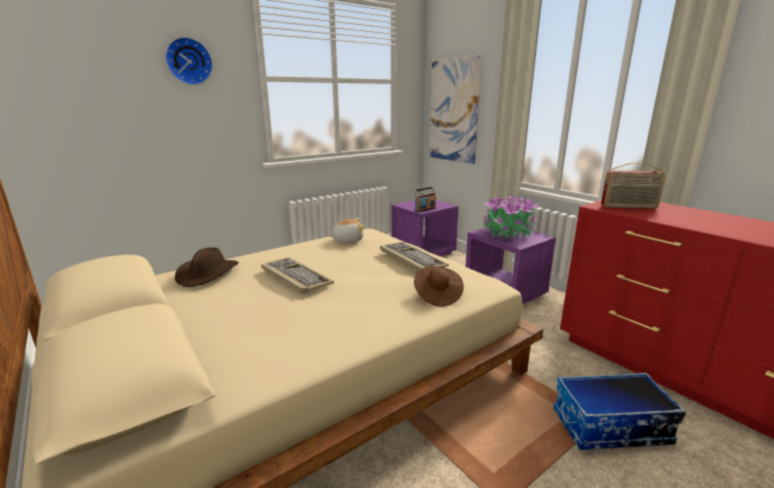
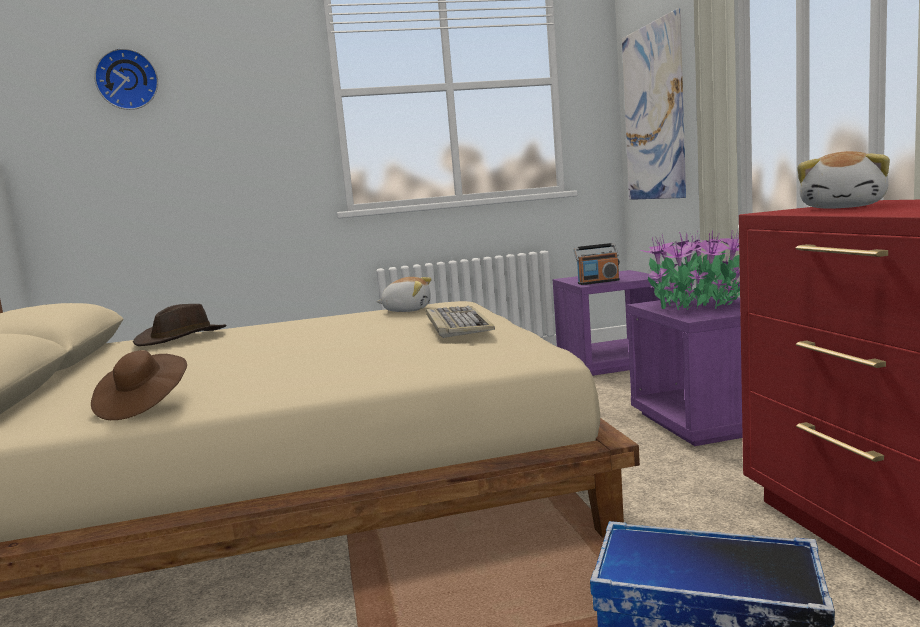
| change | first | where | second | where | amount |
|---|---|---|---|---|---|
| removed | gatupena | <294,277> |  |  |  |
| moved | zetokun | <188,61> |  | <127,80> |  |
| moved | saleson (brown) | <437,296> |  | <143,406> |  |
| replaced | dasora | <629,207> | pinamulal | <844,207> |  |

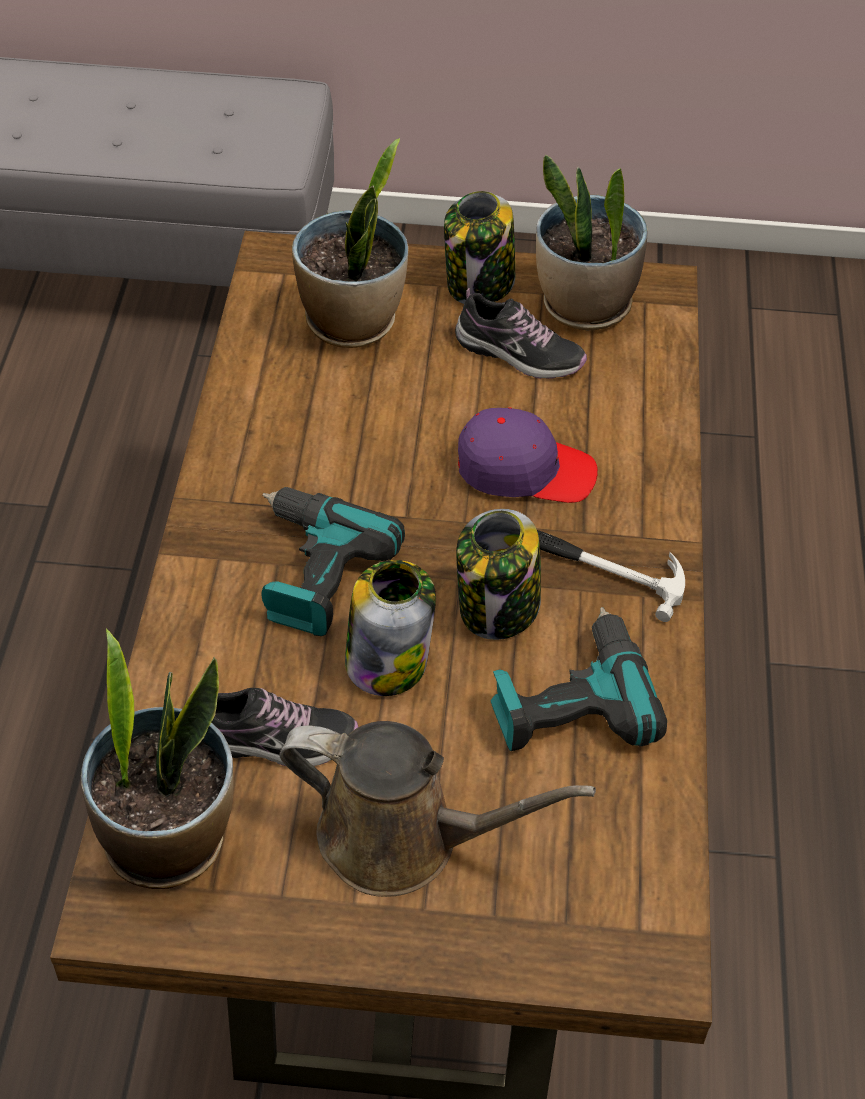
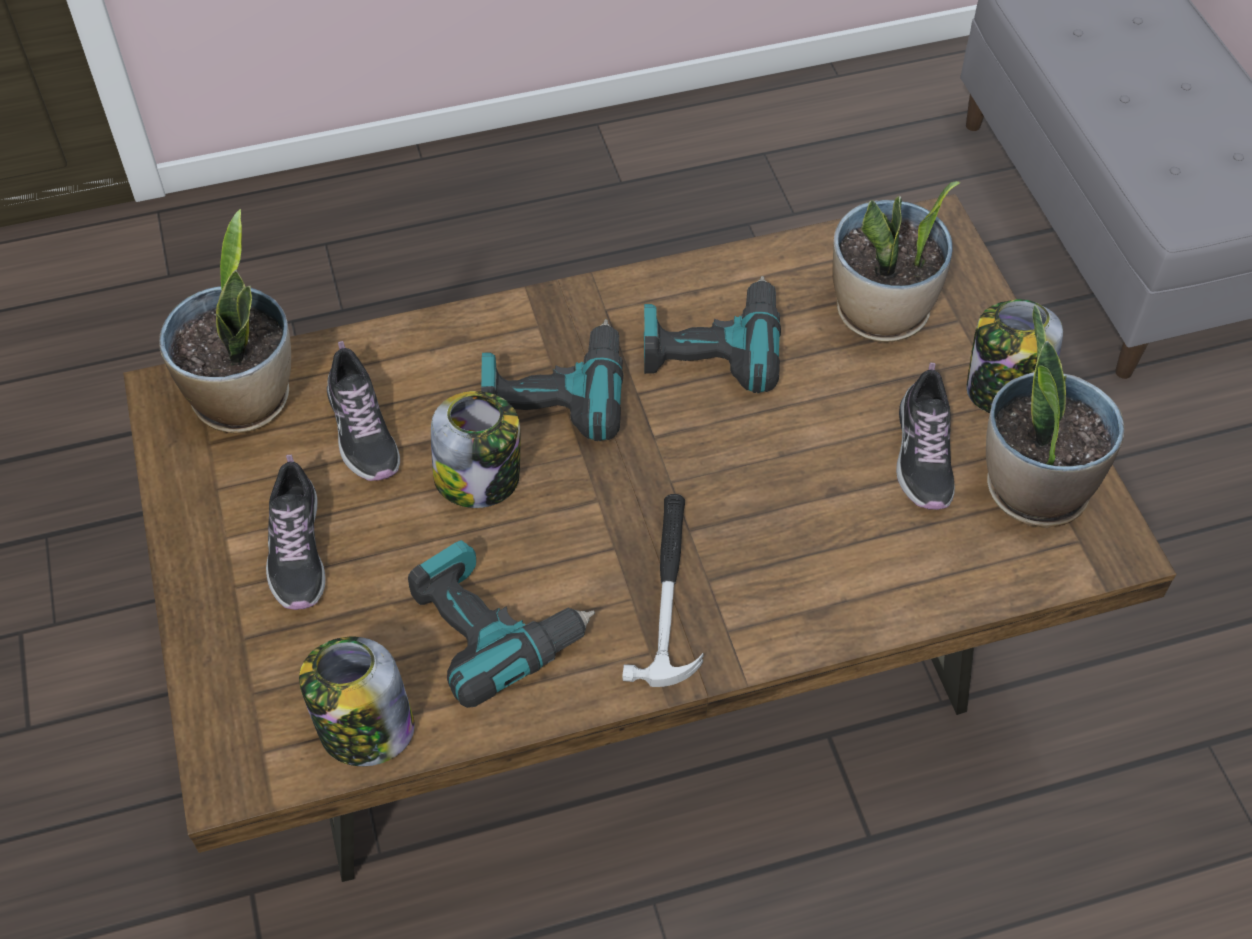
| change | first | where | second | where | amount |
|---|---|---|---|---|---|
| removed | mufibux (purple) | <524,469> |  |  |  |
| added |  |  | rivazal | <711,346> |  |
| moved | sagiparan | <498,608> |  | <364,730> |  |
| replaced | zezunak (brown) | <402,839> | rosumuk | <297,550> |  |

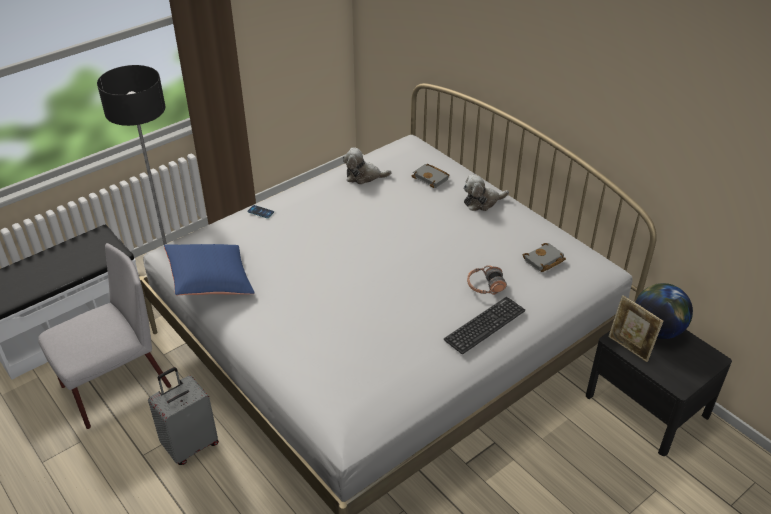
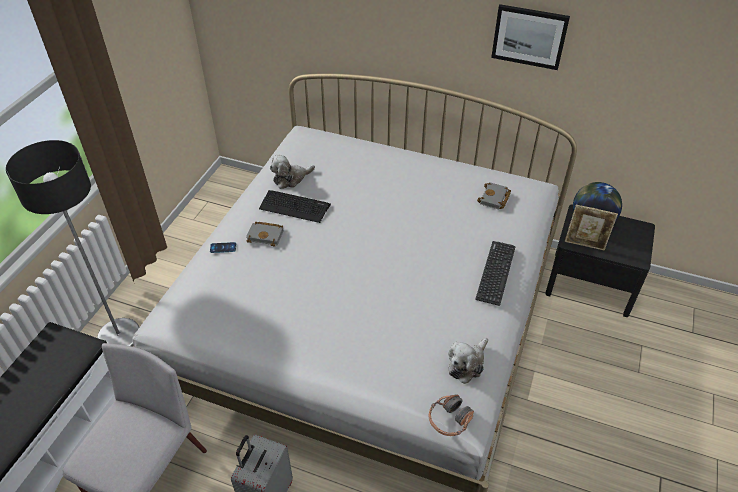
| change | first | where | second | where | amount |
|---|---|---|---|---|---|
| removed | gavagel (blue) | <210,281> |  |  |  |
| added |  |  | gatupena | <294,206> |  |
| added |  |  | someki | <529,36> |  |
| moved | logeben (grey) | <432,178> |  | <266,235> |  |
| moved | pinamulal | <482,202> |  | <467,364> |  |
| moved | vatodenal | <485,286> |  | <449,420> |  |

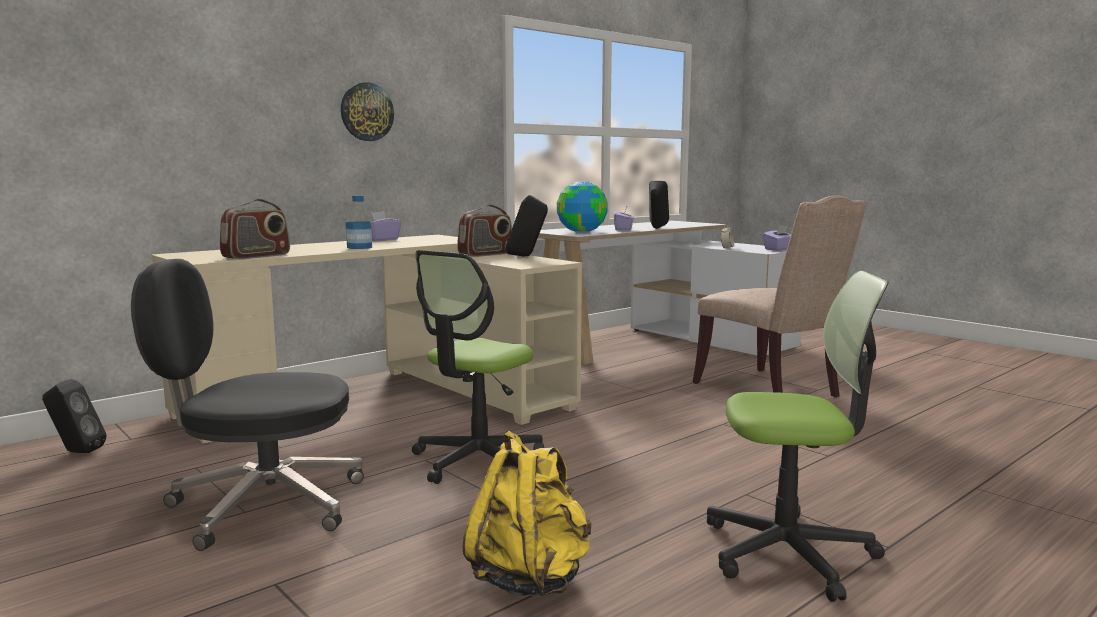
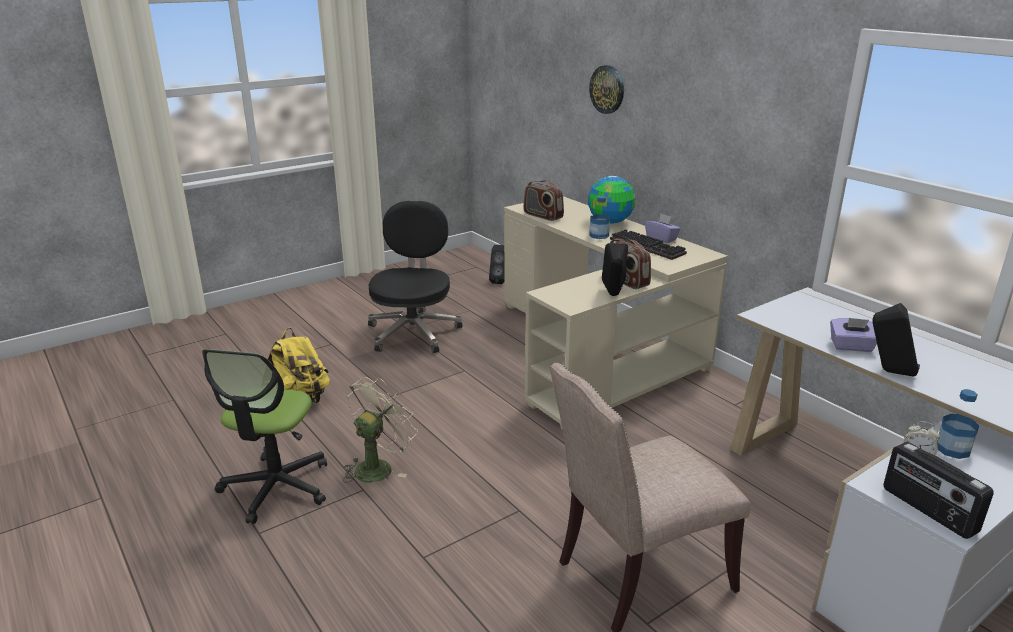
| change | first | where | second | where | amount |
|---|---|---|---|---|---|
| removed | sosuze | <477,461> |  |  |  |
| added |  |  | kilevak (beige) | <378,466> |  |
| added |  |  | gatupena | <649,246> |  |
| added |  |  | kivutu | <952,449> |  |
| moved | zetokun | <366,112> |  | <607,89> |  |
| moved | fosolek | <582,232> |  | <610,222> |  |
| replaced | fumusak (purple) | <779,249> | dasora | <928,510> |  |

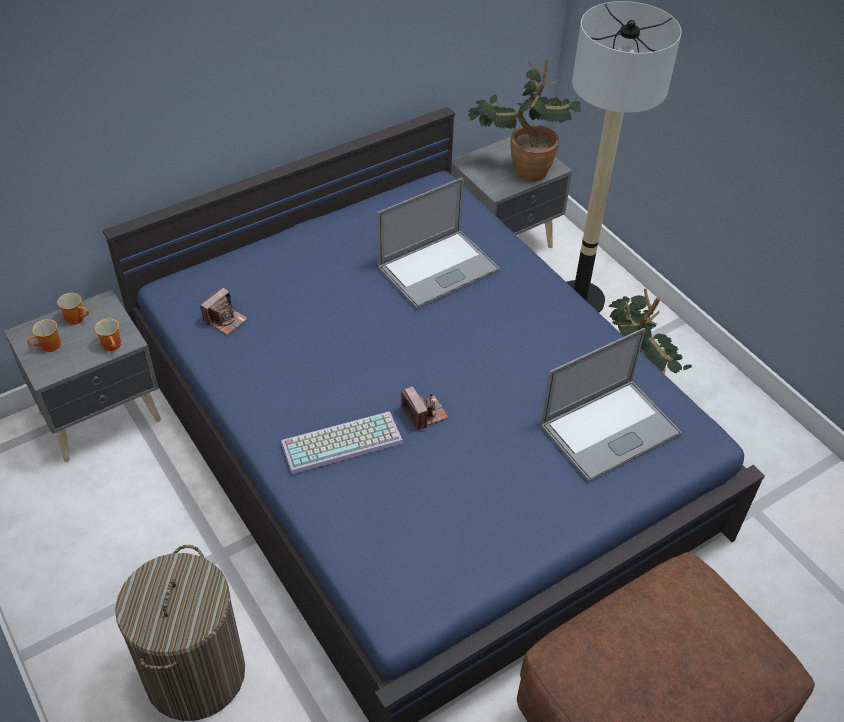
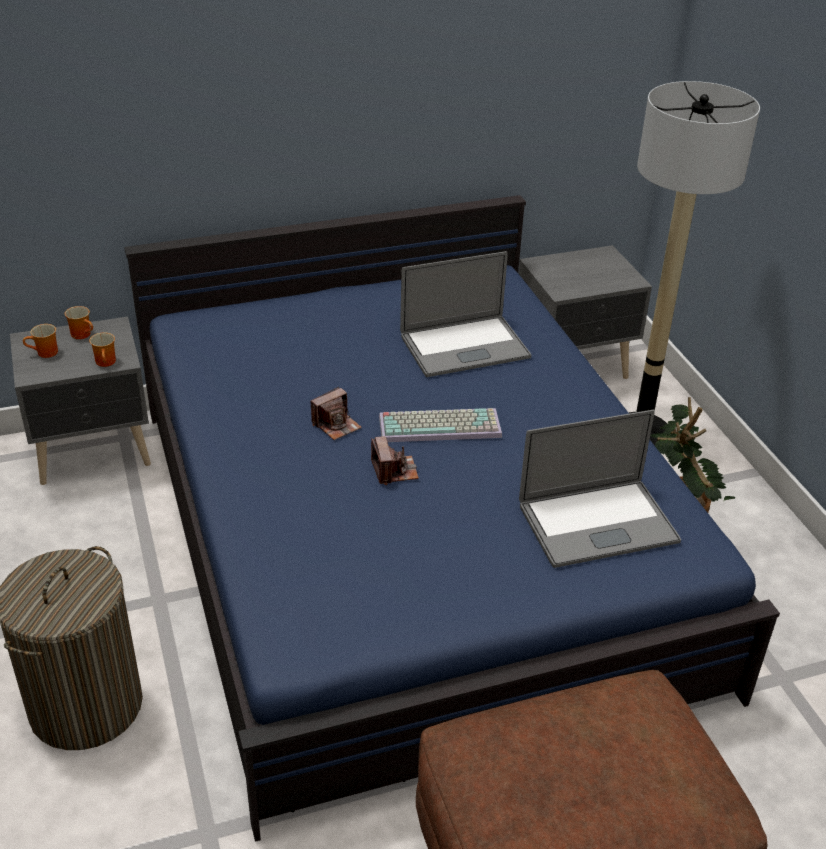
| change | first | where | second | where | amount |
|---|---|---|---|---|---|
| removed | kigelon | <522,169> |  |  |  |
| moved | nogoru | <225,320> |  | <336,425> |  |
| moved | gatupena | <343,441> |  | <441,425> |  |

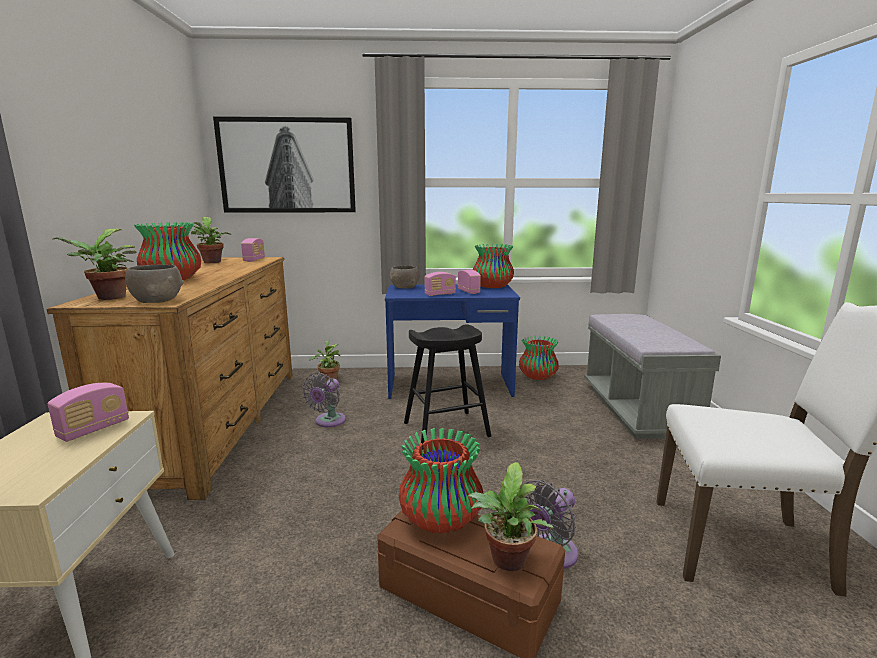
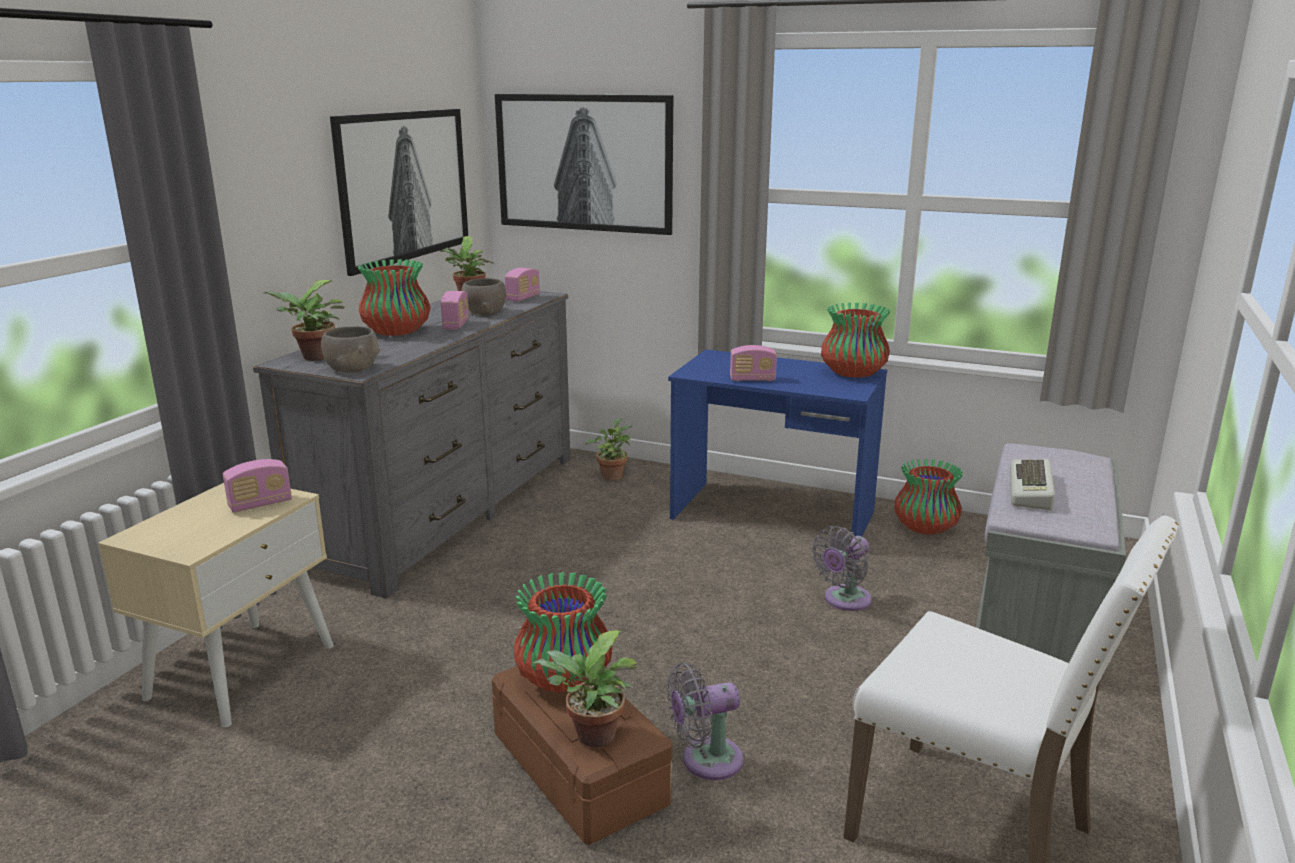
| change | first | where | second | where | amount |
|---|---|---|---|---|---|
| removed | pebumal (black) | <446,429> |  |  |  |
| added |  |  | someki | <403,186> |  |
| added |  |  | gatupena | <1032,491> |  |
| moved | kilevak (grey) | <328,422> |  | <844,600> |  |
| moved | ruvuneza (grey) | <404,287> |  | <484,312> |  |
| moved | dasora | <468,291> |  | <456,325> |  |
| recoloured | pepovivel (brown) | <218,422> | pepovivel (grey) | <448,509> |  |

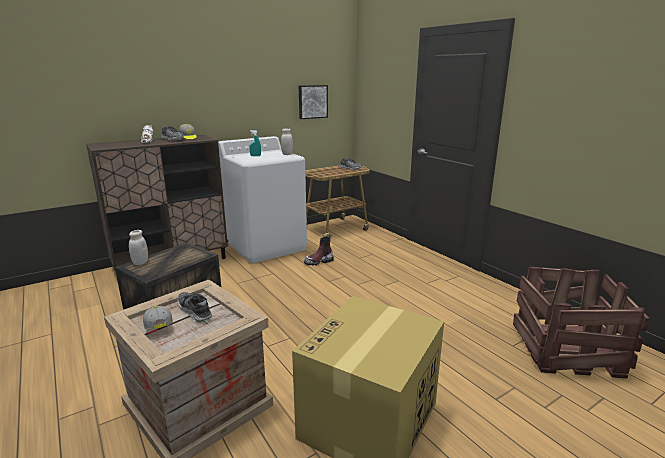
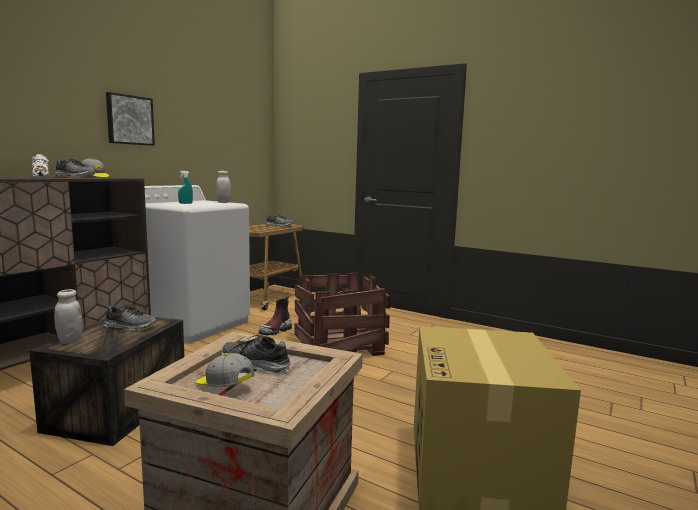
| change | first | where | second | where | amount |
|---|---|---|---|---|---|
| added |  |  | rosumuk | <130,326> |  |
| moved | someki | <312,101> |  | <129,120> |  |
| moved | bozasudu | <568,349> |  | <340,344> |  |

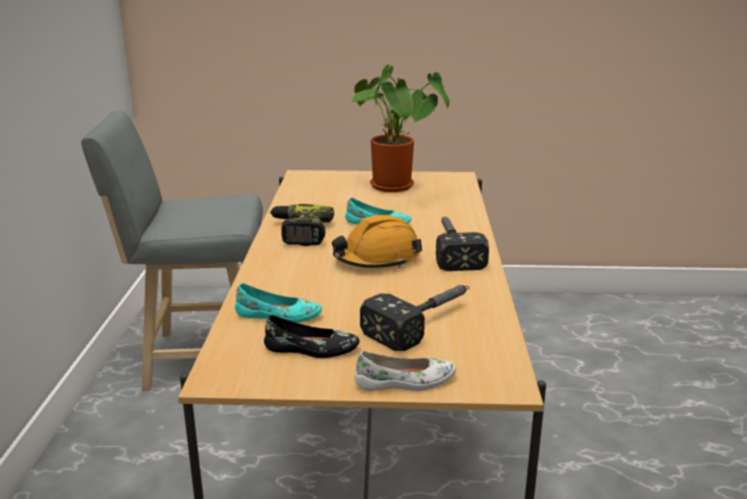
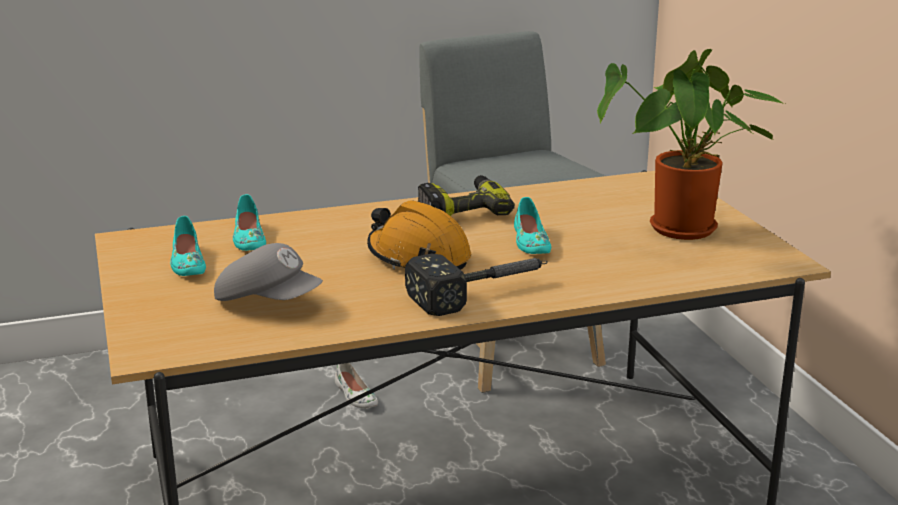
| change | first | where | second | where | amount |
|---|---|---|---|---|---|
| moved | rosumuk (white) | <405,382> |  | <355,395> |  |
| replaced | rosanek | <425,321> | mufibux (grey) | <268,301> |  |
| recoloured | rosumuk (black) | <311,349> | rosumuk (turquoise) | <187,262> |  |

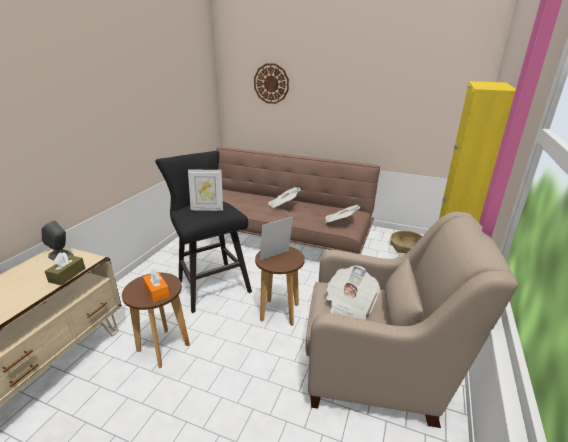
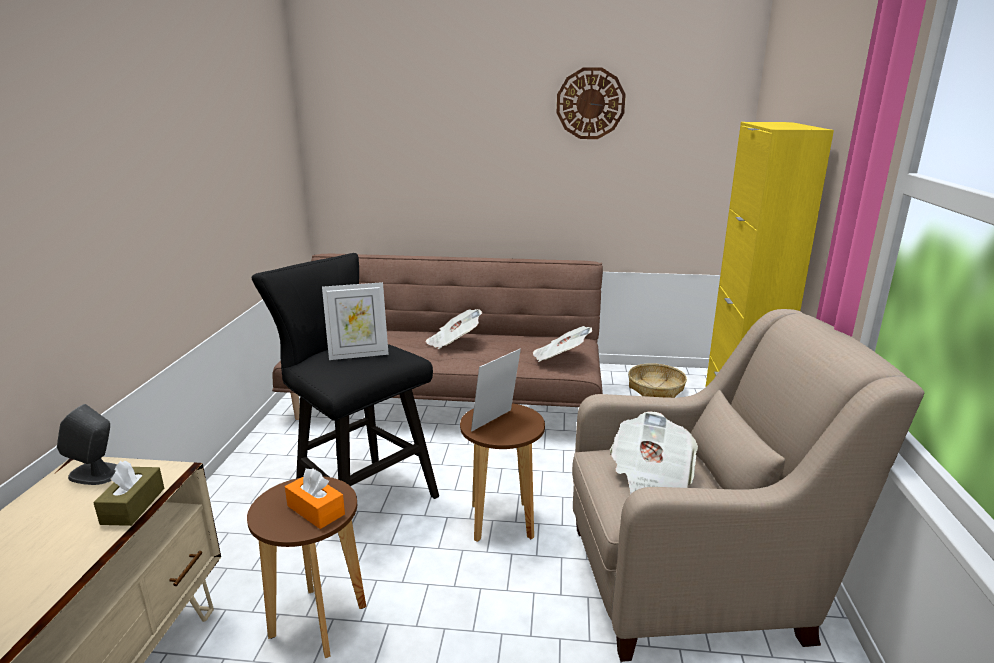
| change | first | where | second | where | amount |
|---|---|---|---|---|---|
| moved | zetokun | <271,83> |  | <590,103> |  |

